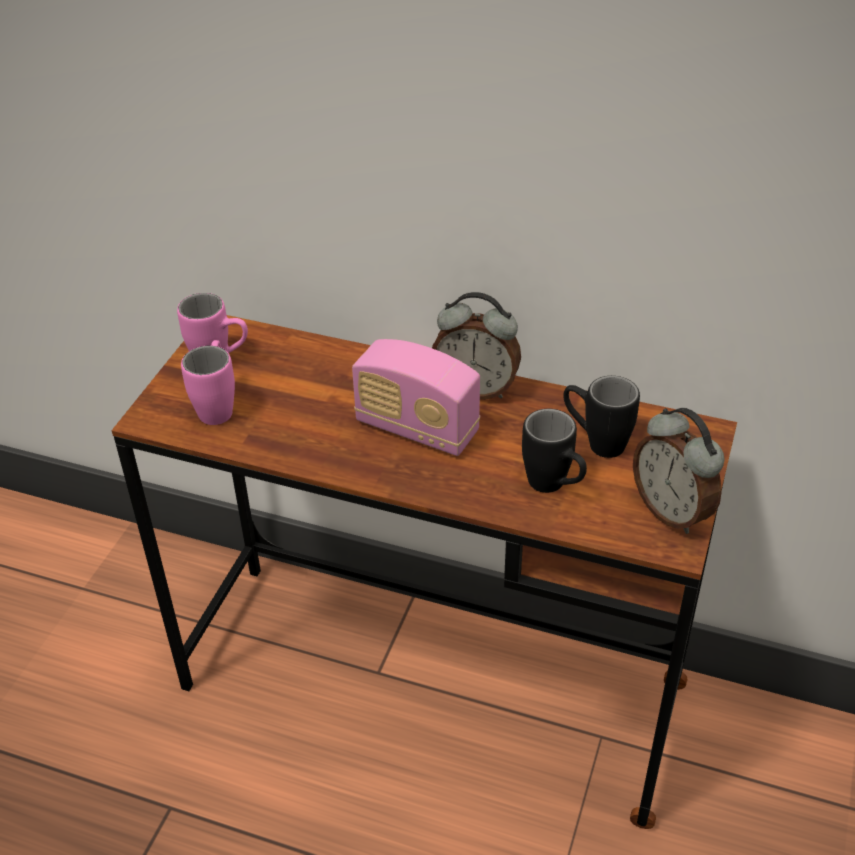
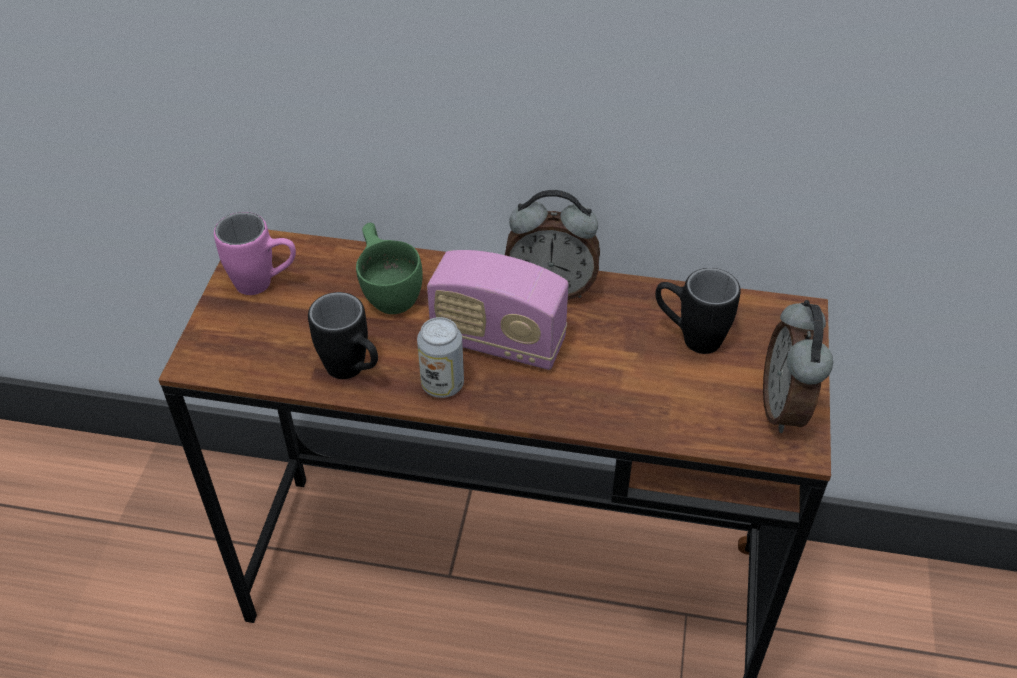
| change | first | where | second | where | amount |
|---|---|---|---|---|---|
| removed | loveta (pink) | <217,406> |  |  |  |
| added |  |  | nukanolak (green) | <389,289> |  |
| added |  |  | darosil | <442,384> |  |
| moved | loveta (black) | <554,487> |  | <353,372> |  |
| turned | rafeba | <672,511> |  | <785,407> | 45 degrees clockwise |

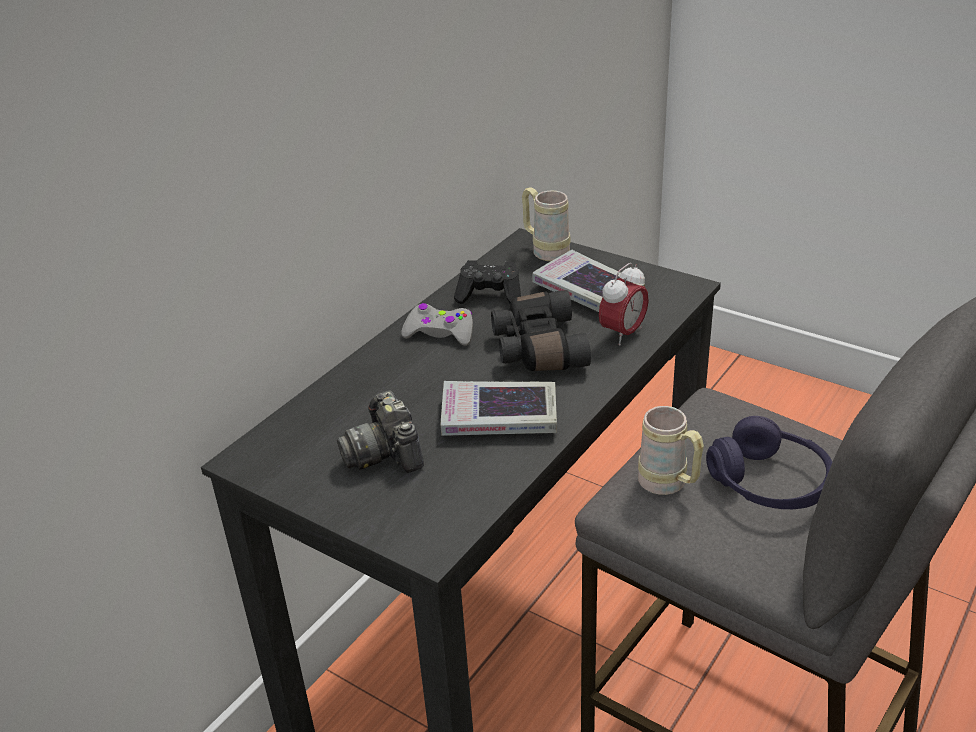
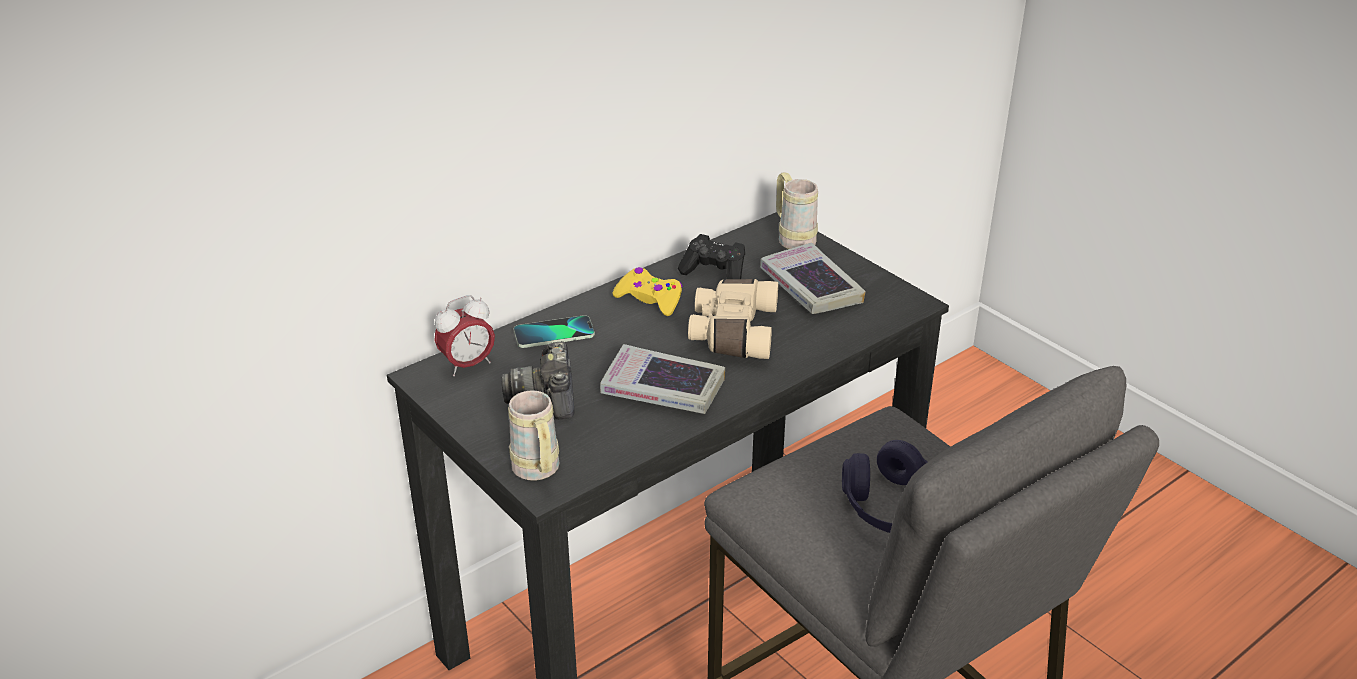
| change | first | where | second | where | amount |
|---|---|---|---|---|---|
| added |  |  | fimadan | <554,333> |  |
| moved | rafeba | <623,334> |  | <467,365> |  |
| moved | loveta (beige) | <669,486> |  | <538,473> |  |
| recoloured | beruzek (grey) | <440,333> | beruzek (yellow) | <650,299> |  |
| recoloured | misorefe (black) | <536,348> | misorefe (beige) | <731,332> |  |

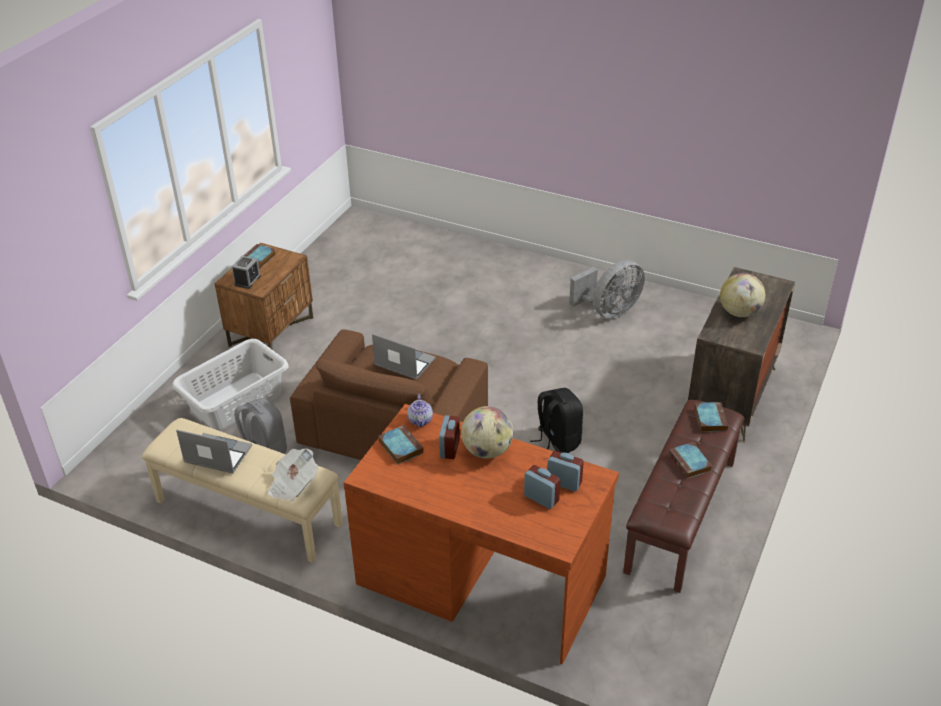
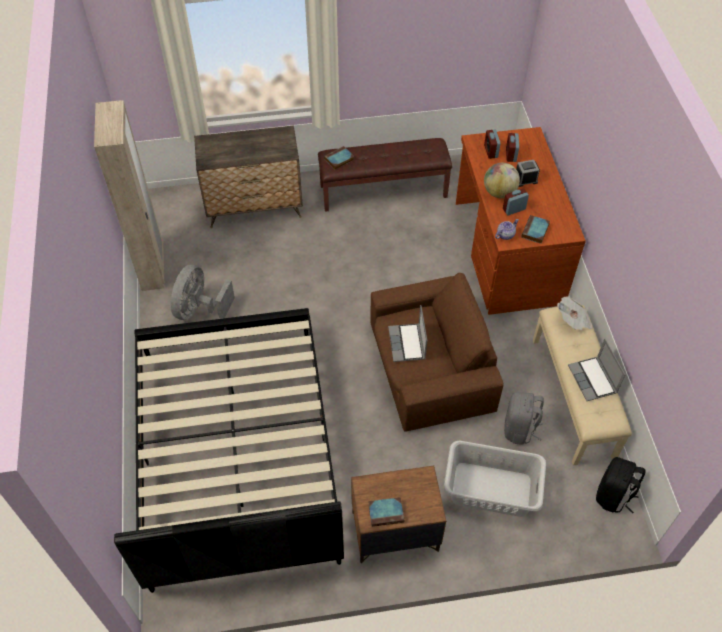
| change | first | where | second | where | amount |
|---|---|---|---|---|---|
| removed | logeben | <690,463> |  |  |  |
| removed | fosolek | <739,312> |  |  |  |
| added |  |  | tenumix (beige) | <153,268> |  |
| added |  |  | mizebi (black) | <235,452> |  |
| moved | rafeba | <247,280> |  | <525,179> |  |
| moved | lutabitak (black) | <557,441> |  | <613,496> |  |
| turned | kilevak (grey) | <609,311> |  | <199,309> | 90 degrees counterclockwise |

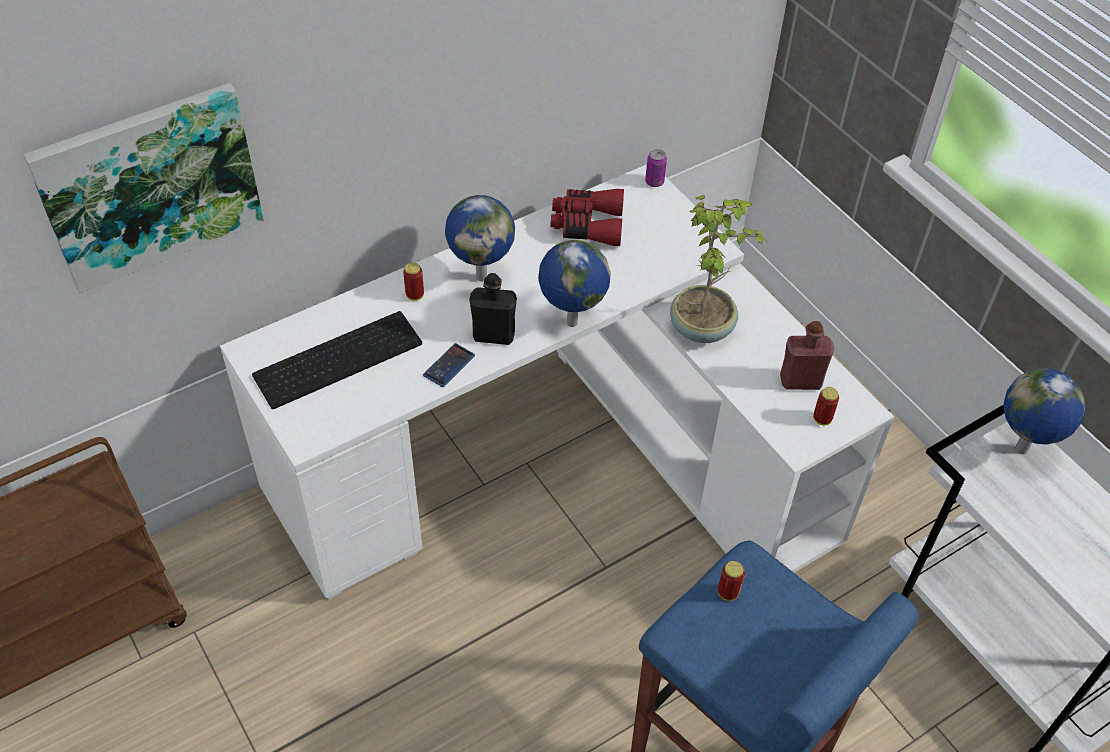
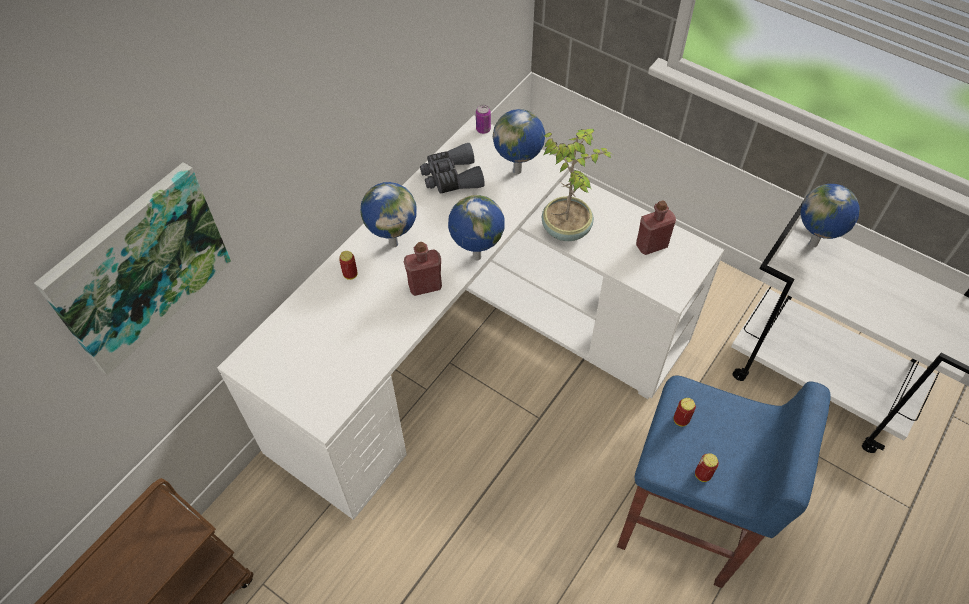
| change | first | where | second | where | amount |
|---|---|---|---|---|---|
| removed | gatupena | <338,357> |  |  |  |
| removed | fimadan | <449,365> |  |  |  |
| added |  |  | fosolek | <518,171> |  |
| moved | darosil | <822,419> |  | <702,474> |  |
| recoloured | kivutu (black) | <494,335> | kivutu (red) | <425,286> |  |
| recoloured | misorefe (red) | <587,224> | misorefe (grey) | <451,177> |  |

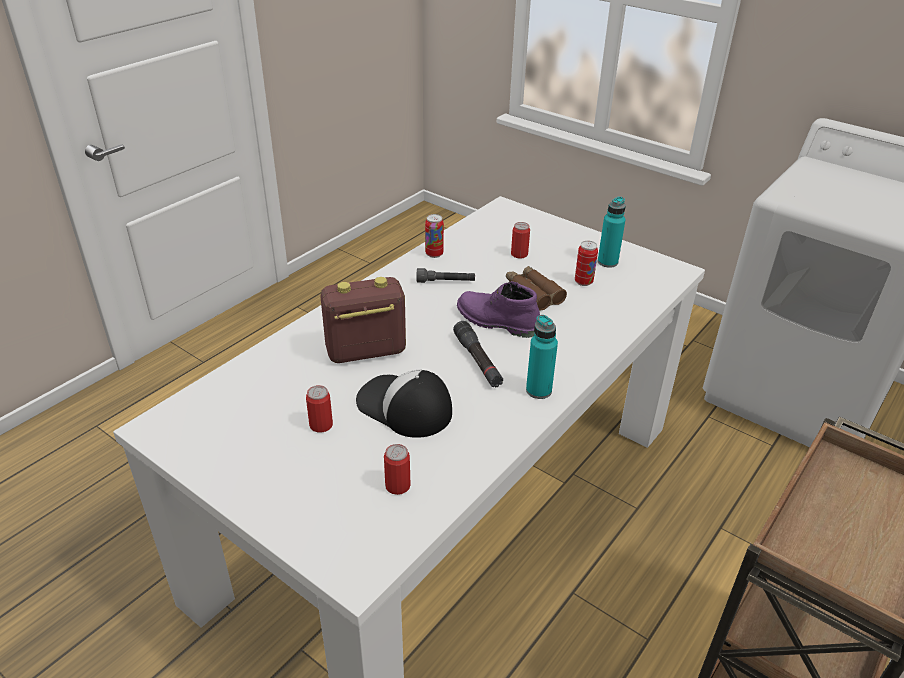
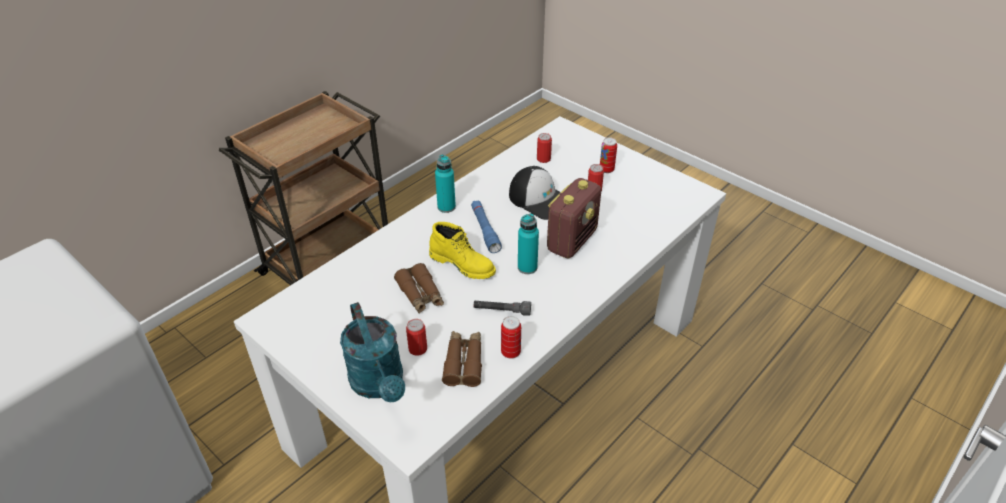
| change | first | where | second | where | amount |
|---|---|---|---|---|---|
| added |  |  | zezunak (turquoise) | <380,384> |  |
| added |  |  | misorefe (brown) | <464,362> |  |
| moved | darosil | <583,282> |  | <606,170> |  |
| moved | kivutu (turquoise) | <607,262> |  | <527,267> |  |
| recoloured | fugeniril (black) | <478,361> | fugeniril (blue) | <485,230> |  |
| recoloured | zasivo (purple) | <496,322> | zasivo (yellow) | <463,264> |  |
| turned | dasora | <365,352> |  | <572,240> | 45 degrees counterclockwise |

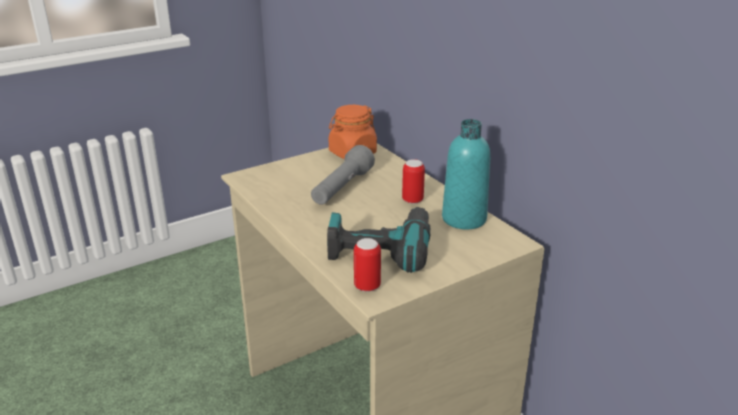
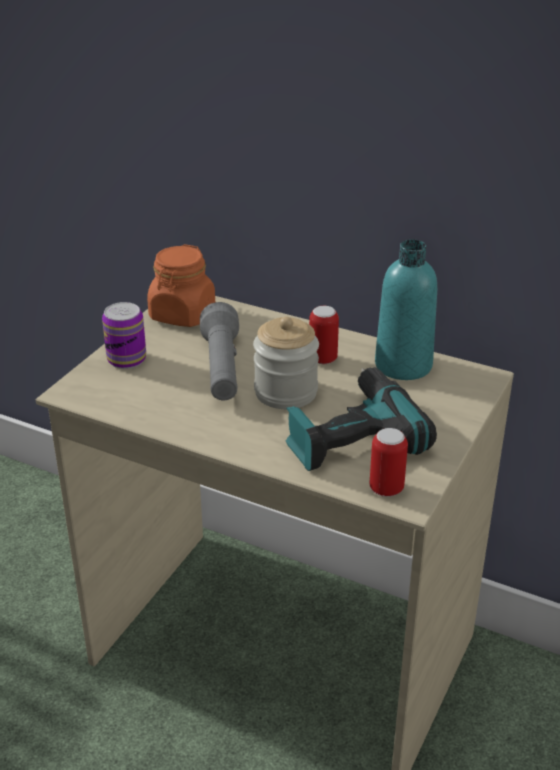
| change | first | where | second | where | amount |
|---|---|---|---|---|---|
| added |  |  | darosil | <126,359> |  |
| added |  |  | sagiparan | <286,392> |  |

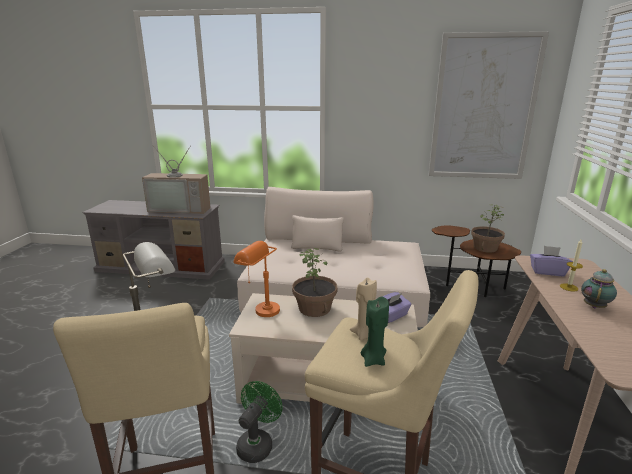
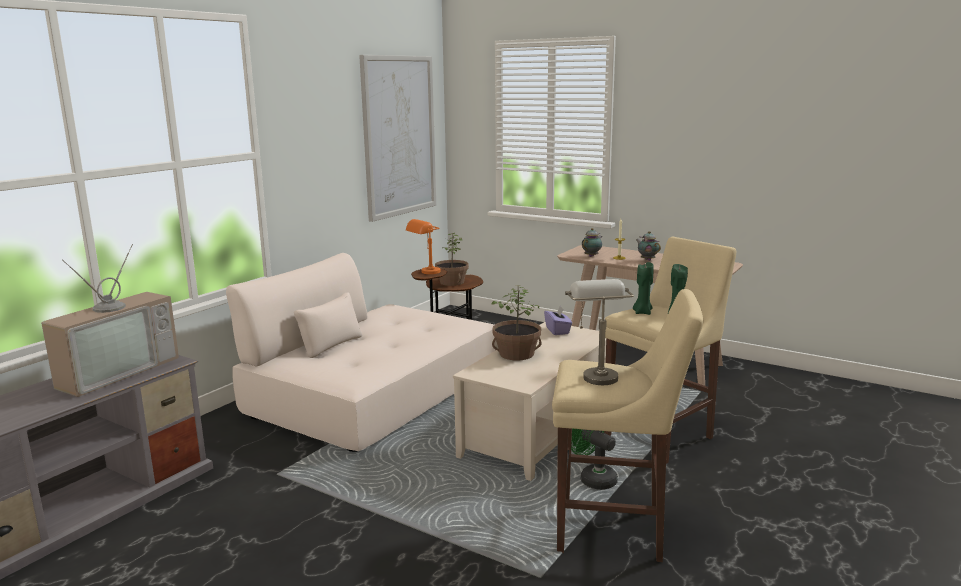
| change | first | where | second | where | amount |
|---|---|---|---|---|---|
| moved | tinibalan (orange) | <259,309> |  | <425,273> |  |
| replaced | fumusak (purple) | <547,271> | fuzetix | <592,256> |  |
| recoloured | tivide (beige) | <364,334> | tivide (green) | <642,312> |  |

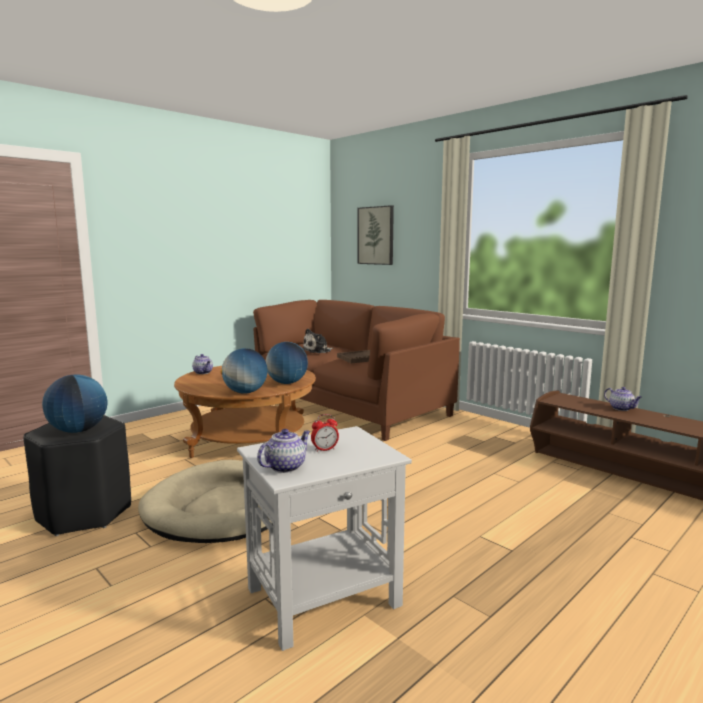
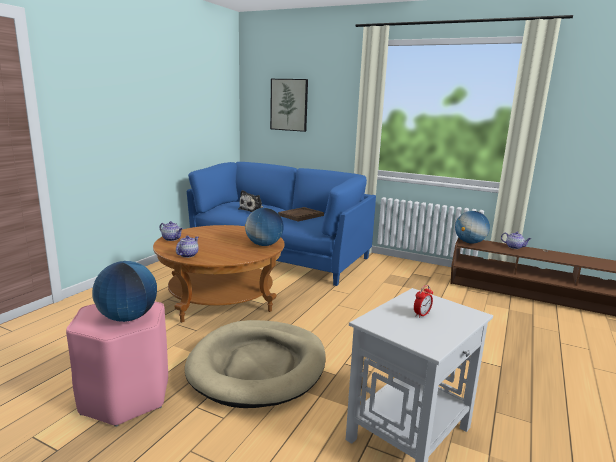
| change | first | where | second | where | amount |
|---|---|---|---|---|---|
| moved | fosolek | <245,392> |  | <469,242> |  |
| moved | fuzetix | <285,466> |  | <188,255> |  |
| recoloured | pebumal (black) | <84,513> | pebumal (pink) | <125,396> |  |
| recoloured | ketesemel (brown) | <350,406> | ketesemel (blue) | <281,256> |  |

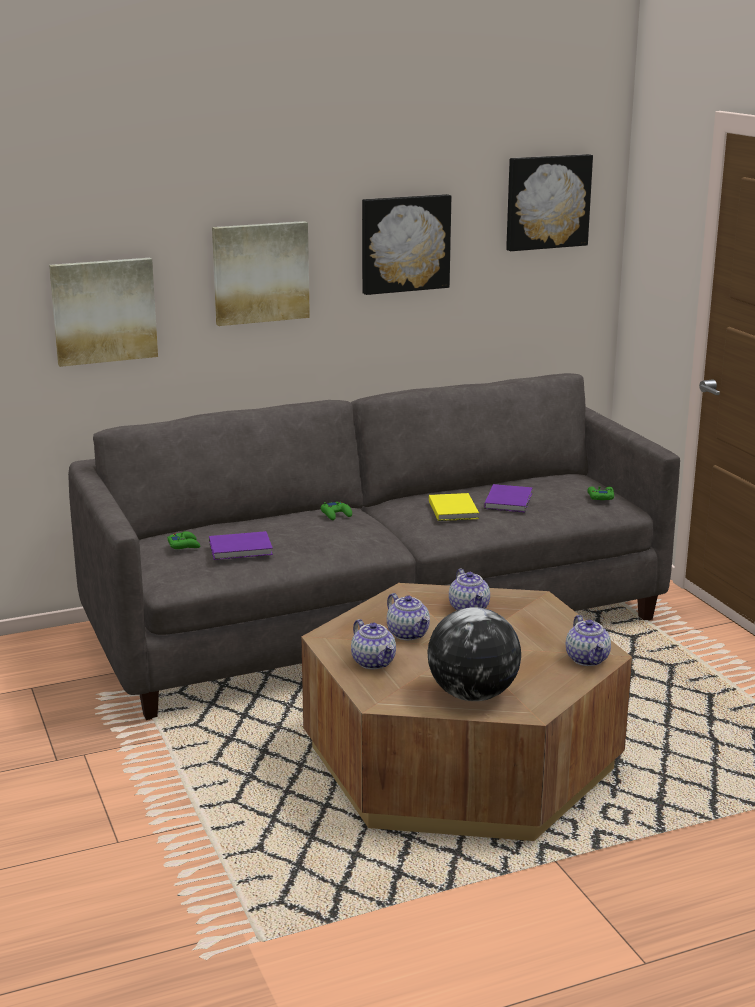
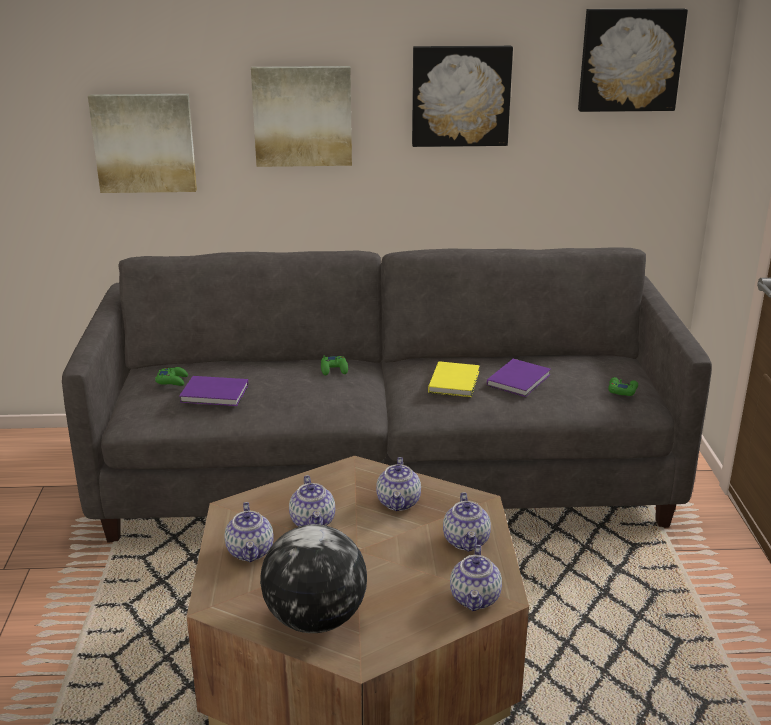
| change | first | where | second | where | amount |
|---|---|---|---|---|---|
| added |  |  | fuzetix | <467,541> |  |

